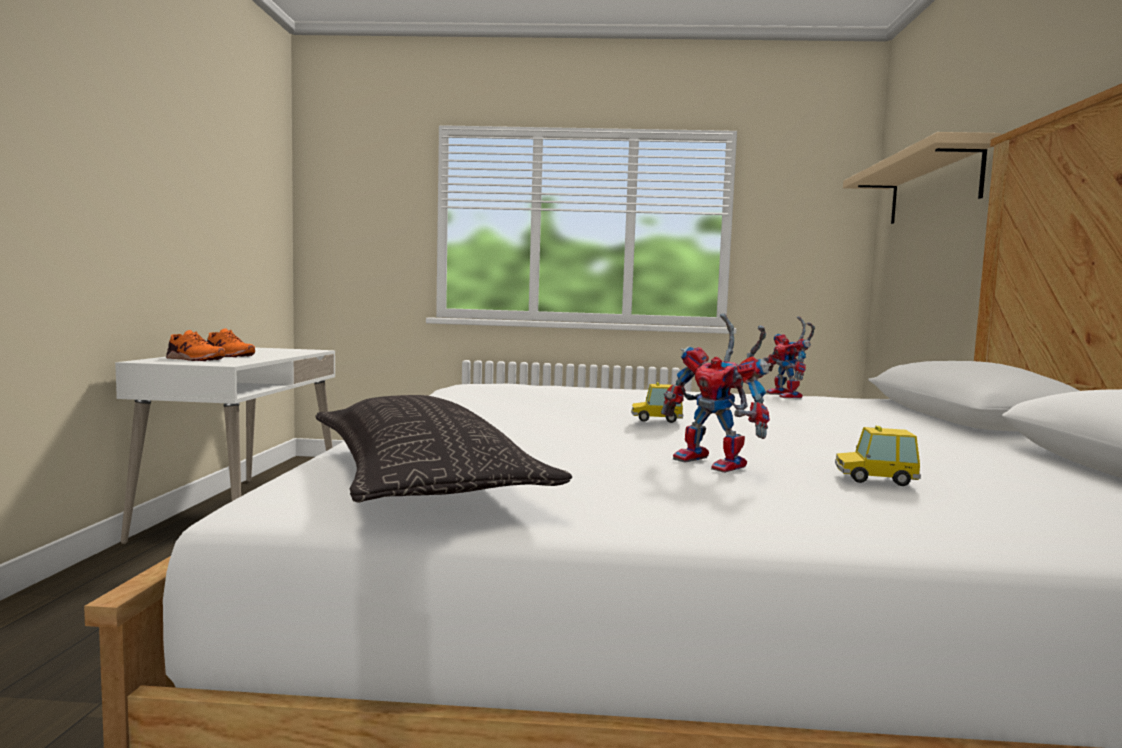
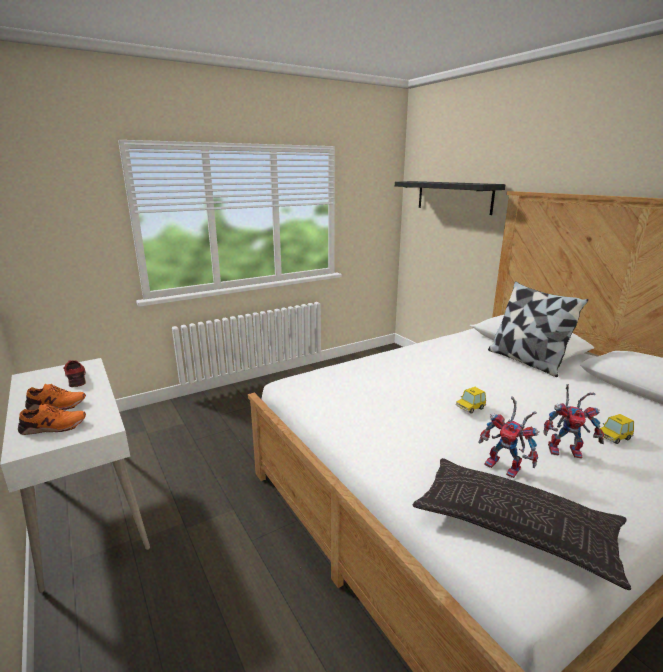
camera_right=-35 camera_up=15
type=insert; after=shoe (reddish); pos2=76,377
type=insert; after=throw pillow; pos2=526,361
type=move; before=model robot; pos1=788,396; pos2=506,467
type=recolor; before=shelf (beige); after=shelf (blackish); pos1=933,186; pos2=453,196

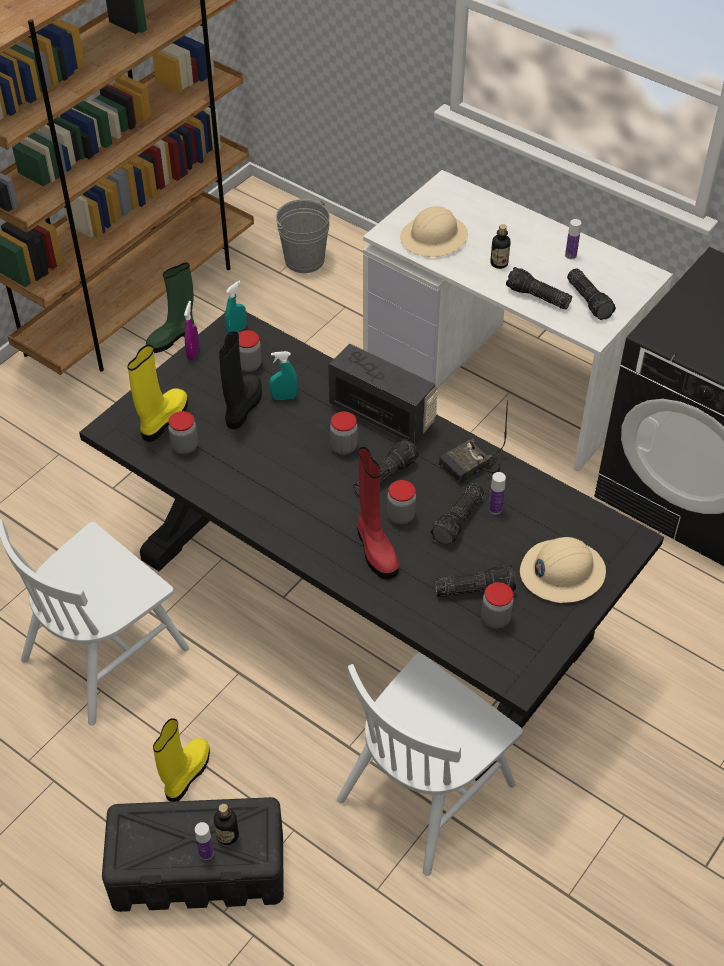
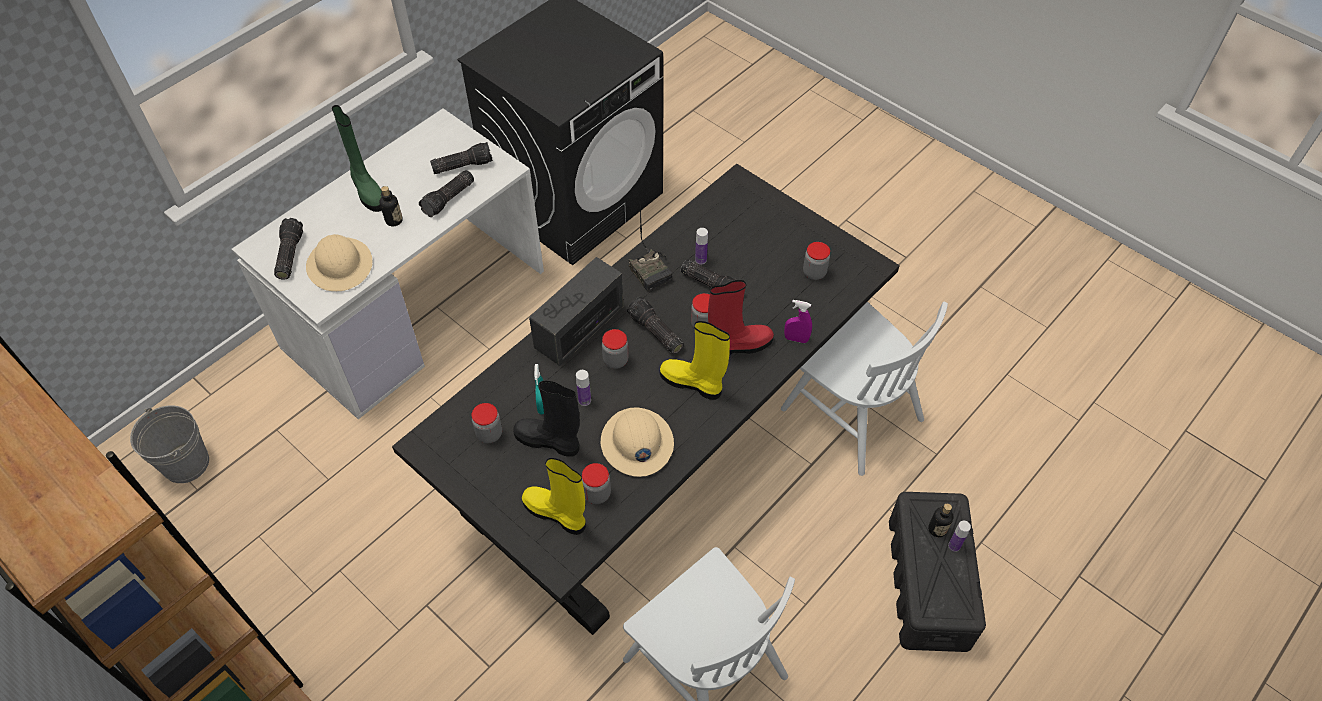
camera_right=-85 camera_up=5
type=delete; before=sprayer (turquoise-coloured); pos1=236,331
type=move; before=boot (green); pos1=172,338; pos2=367,191
type=move; before=boot (yellowish); pos1=186,774; pos2=693,383
type=move; before=sprayer (purple); pos1=193,352; pos2=796,339
type=move; before=torch; pos1=474,588; pos2=289,255
type=move; before=work helmet (beige); pos1=562,572; pos2=636,443
type=move; before=drink bottle; pos1=570,255; pos2=584,400

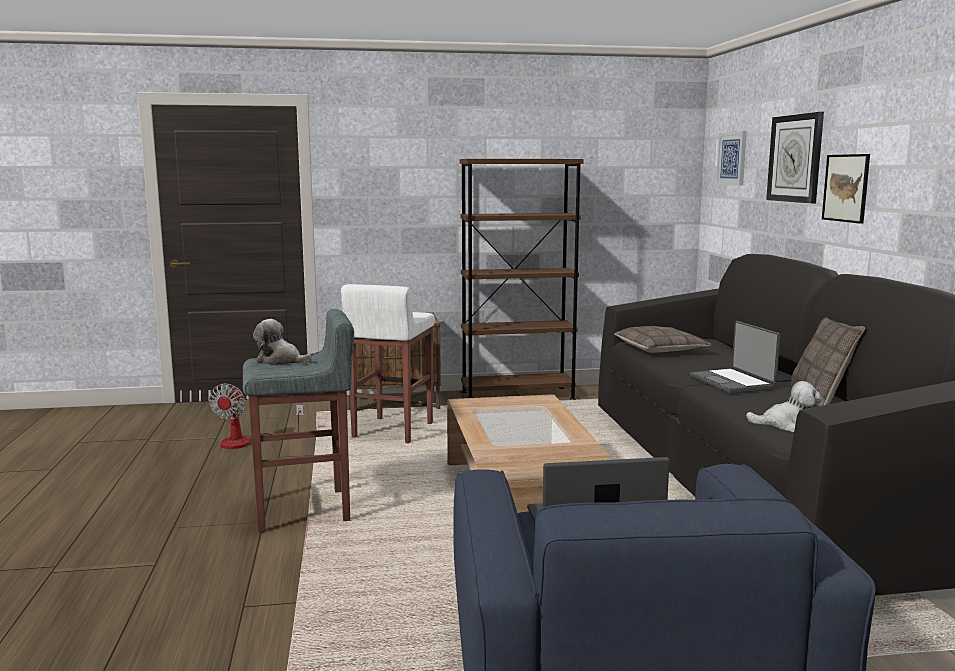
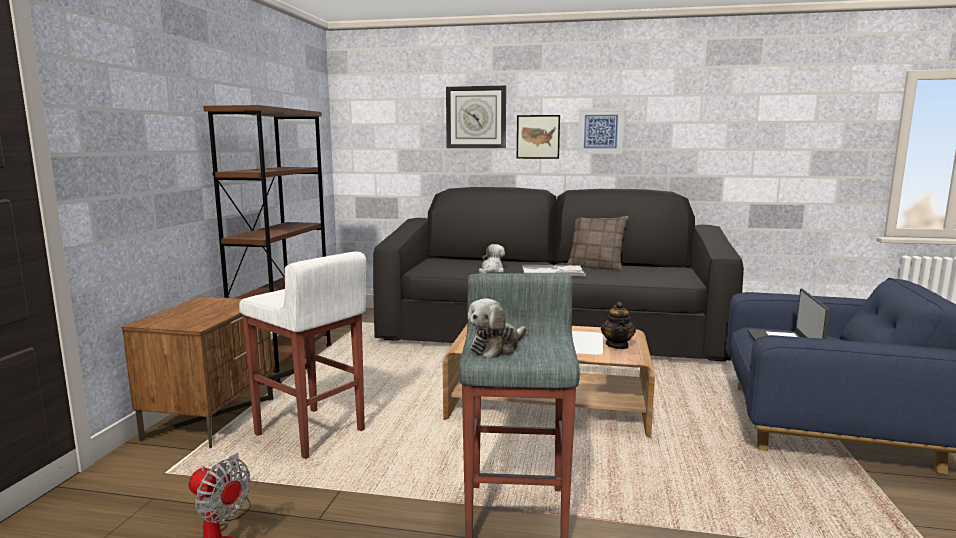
camera_right=-70 camera_up=0
type=delete; before=throw pillow; pos1=661,349
type=insert; after=tea pot; pos2=617,345
type=move; before=picture; pos1=732,158; pos2=600,131
type=move; before=soft toy; pos1=787,425; pos2=491,271
type=replace; before=portable computer; after=serving tray; pos1=733,382; pos2=553,272

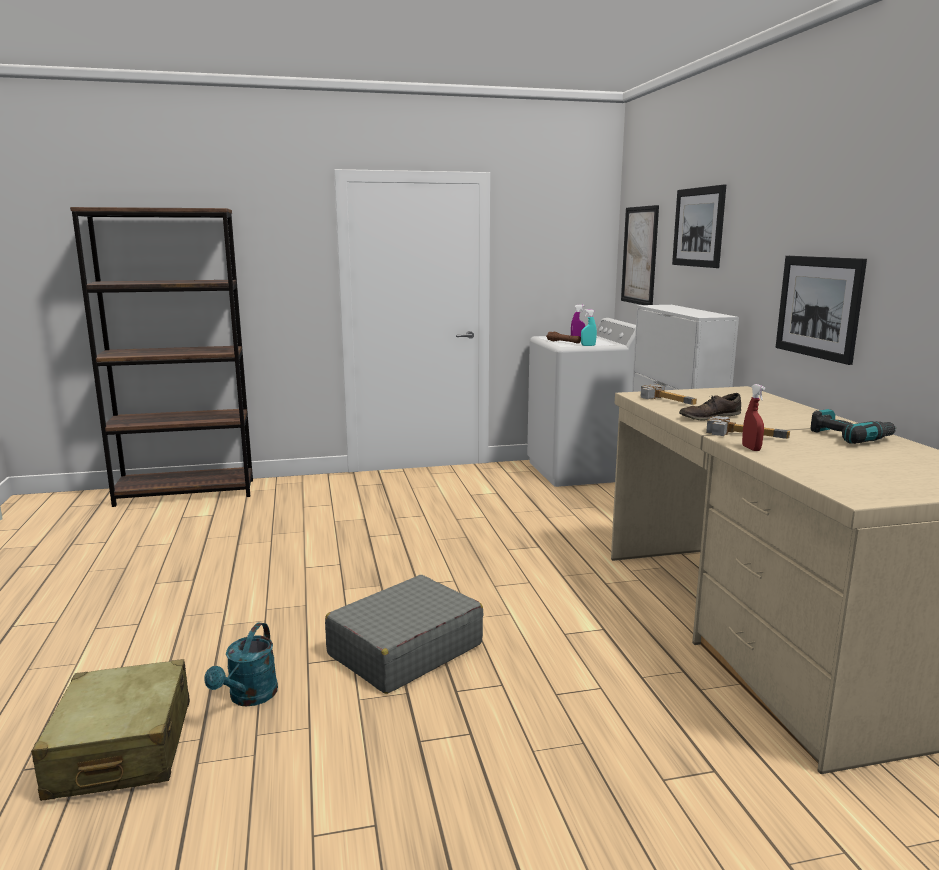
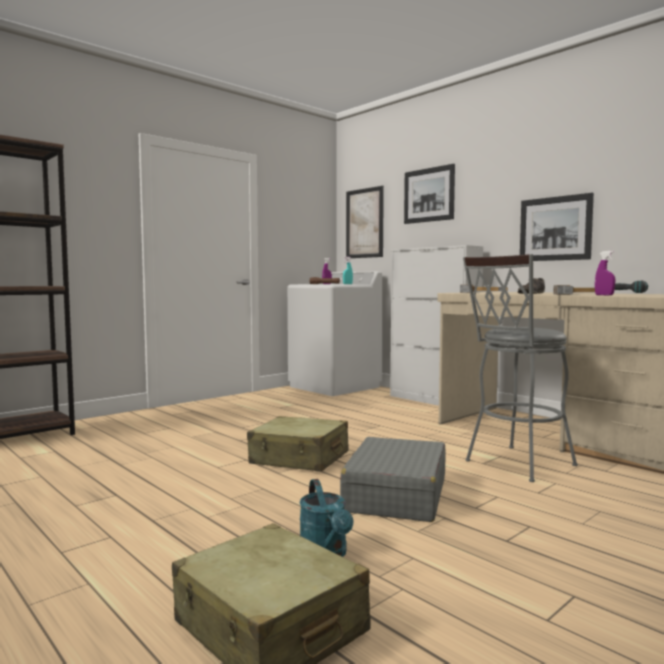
camera_right=-30 camera_up=-10
type=insert; after=suitcase (beige); pos2=299,458
type=insert; after=sitting stool (greyish); pos2=514,464
type=recolor; before=sprayer (reddish); after=sprayer (purple); pos1=751,448; pos2=604,295

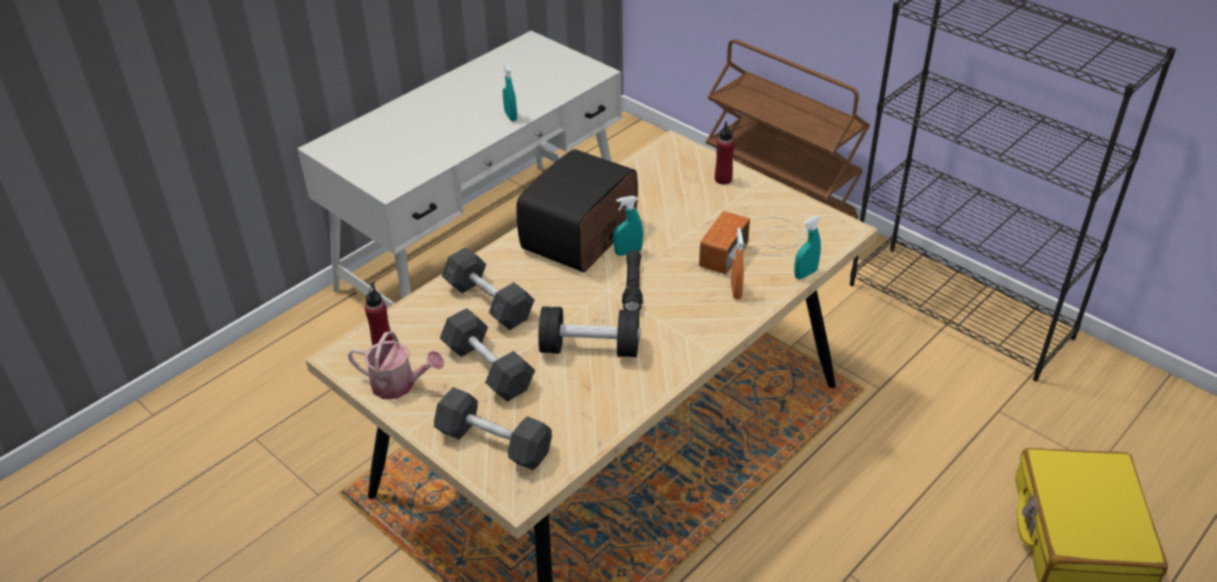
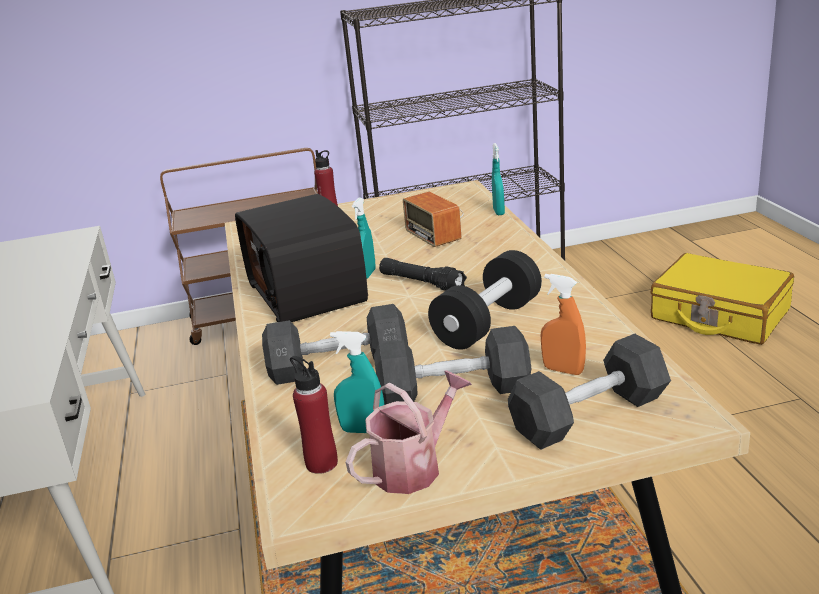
camera_right=-55 camera_up=-15
type=move; before=sprayer (turquoise-coloured); pos1=511,116; pos2=363,430
type=move; before=sprayer (orange-coloured); pos1=736,291; pos2=563,370

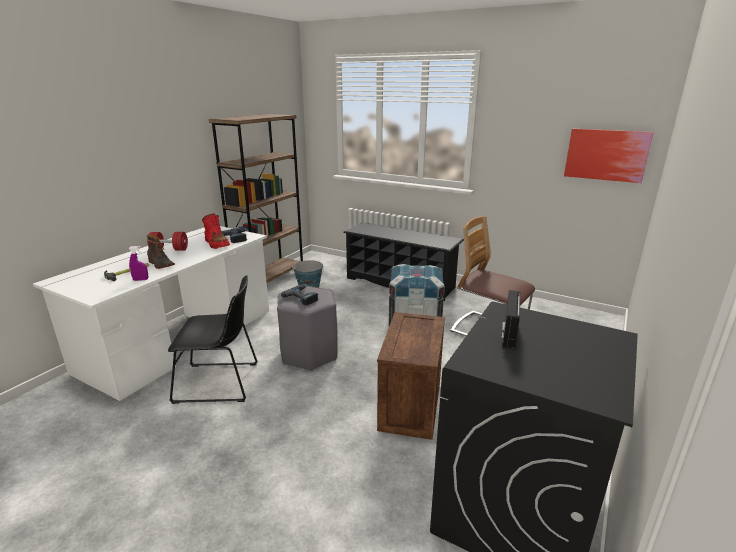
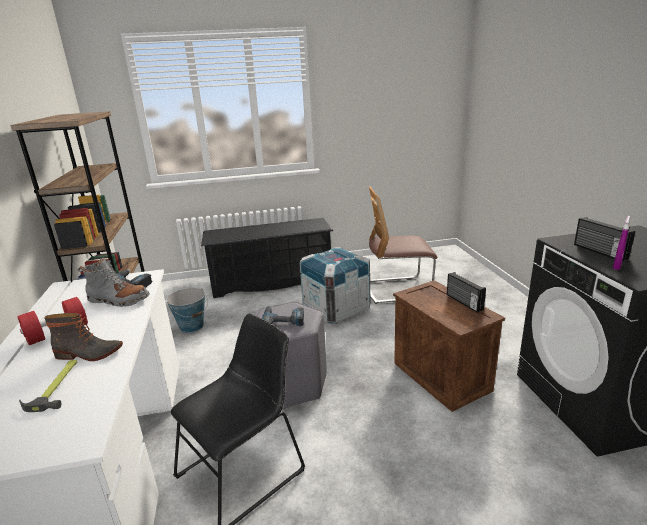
camera_right=-40 camera_up=0
type=delete; before=picture; pos1=606,155
type=insert; after=radio set; pos2=463,302
type=move; before=sprayer (purple); pos1=141,280; pos2=617,266
type=recolor; before=boot (reddish); after=boot (greyish); pos1=216,244; pos2=118,300

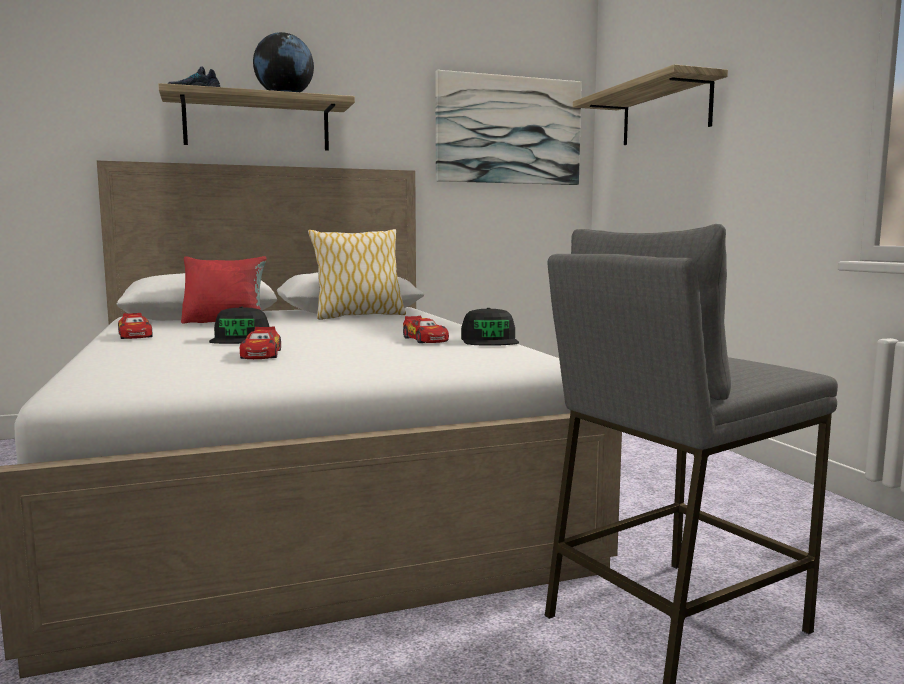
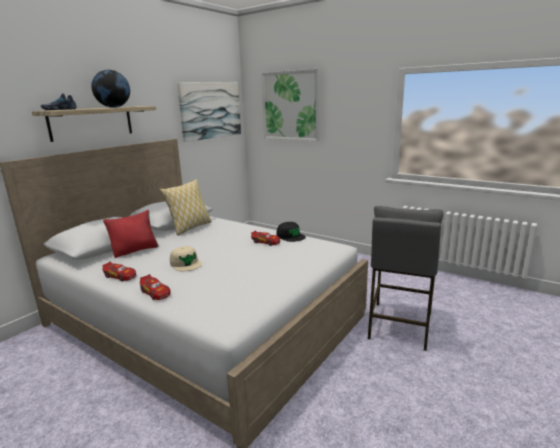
camera_right=-35 camera_up=10
type=move; before=miniature car; pos1=261,354; pos2=155,293
type=replace; before=shelf; after=picture; pos1=665,112; pos2=290,106
type=recolor; before=baseball cap (blackish); after=baseball cap (beige); pos1=240,339; pos2=186,263

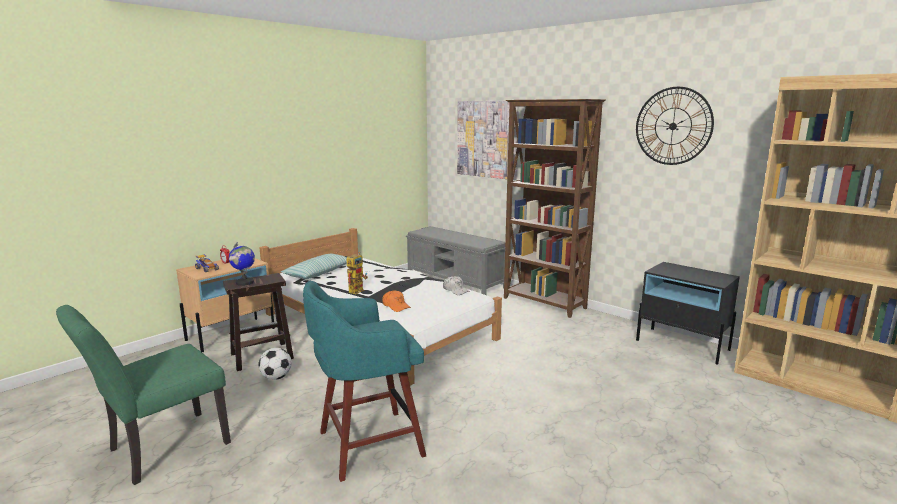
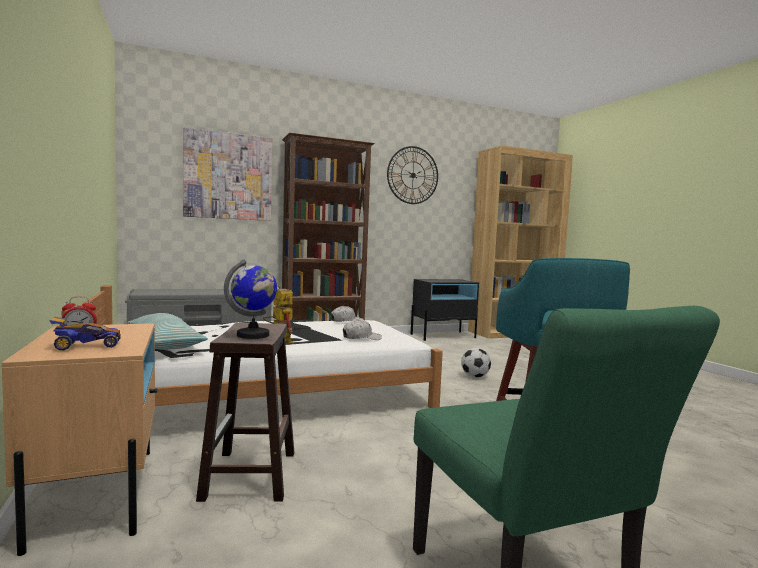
camera_right=-65 camera_up=-10
type=move; before=ball for football; pos1=276,377; pos2=475,376
type=recolor; before=baseball cap (orange-coloured); after=baseball cap (white-coloured); pos1=396,306; pos2=361,338

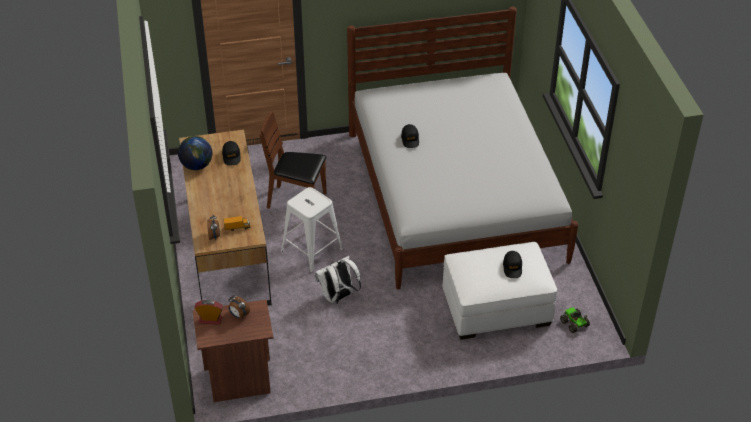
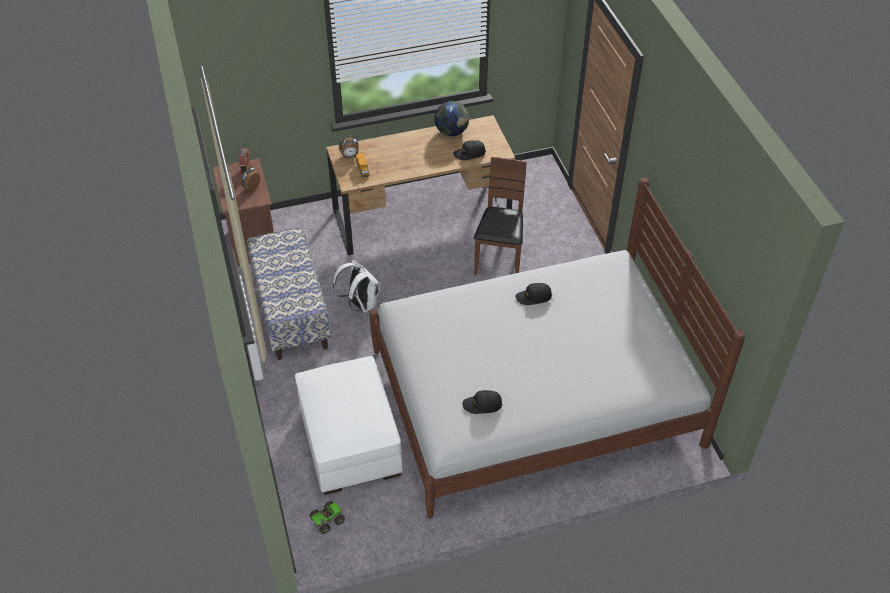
camera_right=85 camera_up=5
type=delete; before=sitting stool (white-coloured); pos1=311,250
type=insert; after=indoor bench; pos2=291,312
type=move; before=baseball cap (blackish); pos1=512,267; pos2=482,405

